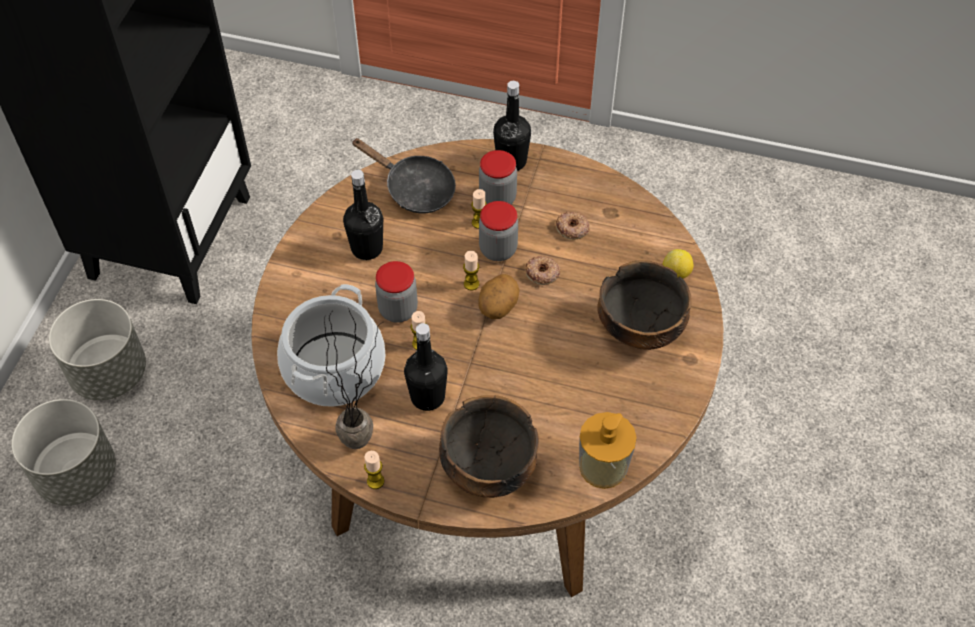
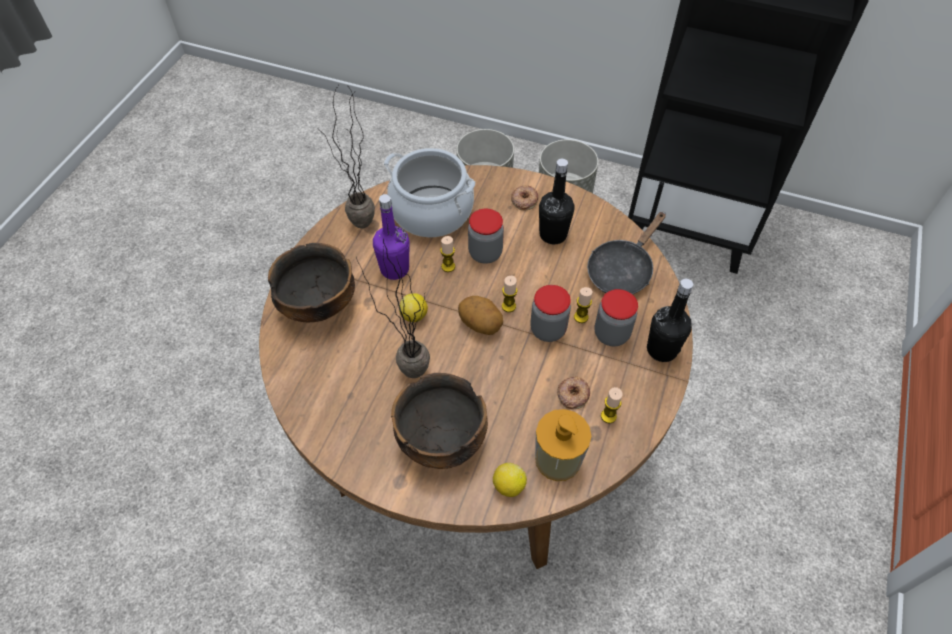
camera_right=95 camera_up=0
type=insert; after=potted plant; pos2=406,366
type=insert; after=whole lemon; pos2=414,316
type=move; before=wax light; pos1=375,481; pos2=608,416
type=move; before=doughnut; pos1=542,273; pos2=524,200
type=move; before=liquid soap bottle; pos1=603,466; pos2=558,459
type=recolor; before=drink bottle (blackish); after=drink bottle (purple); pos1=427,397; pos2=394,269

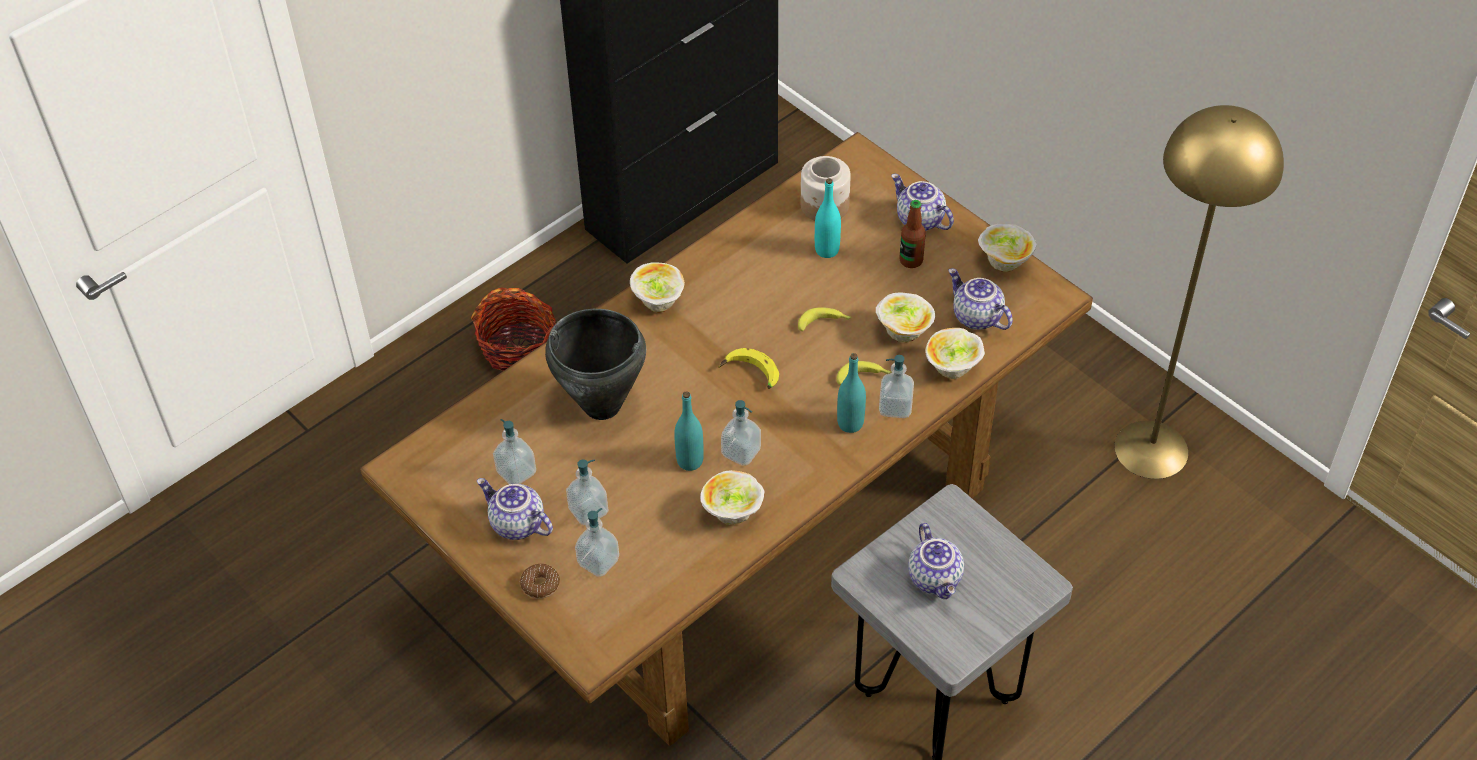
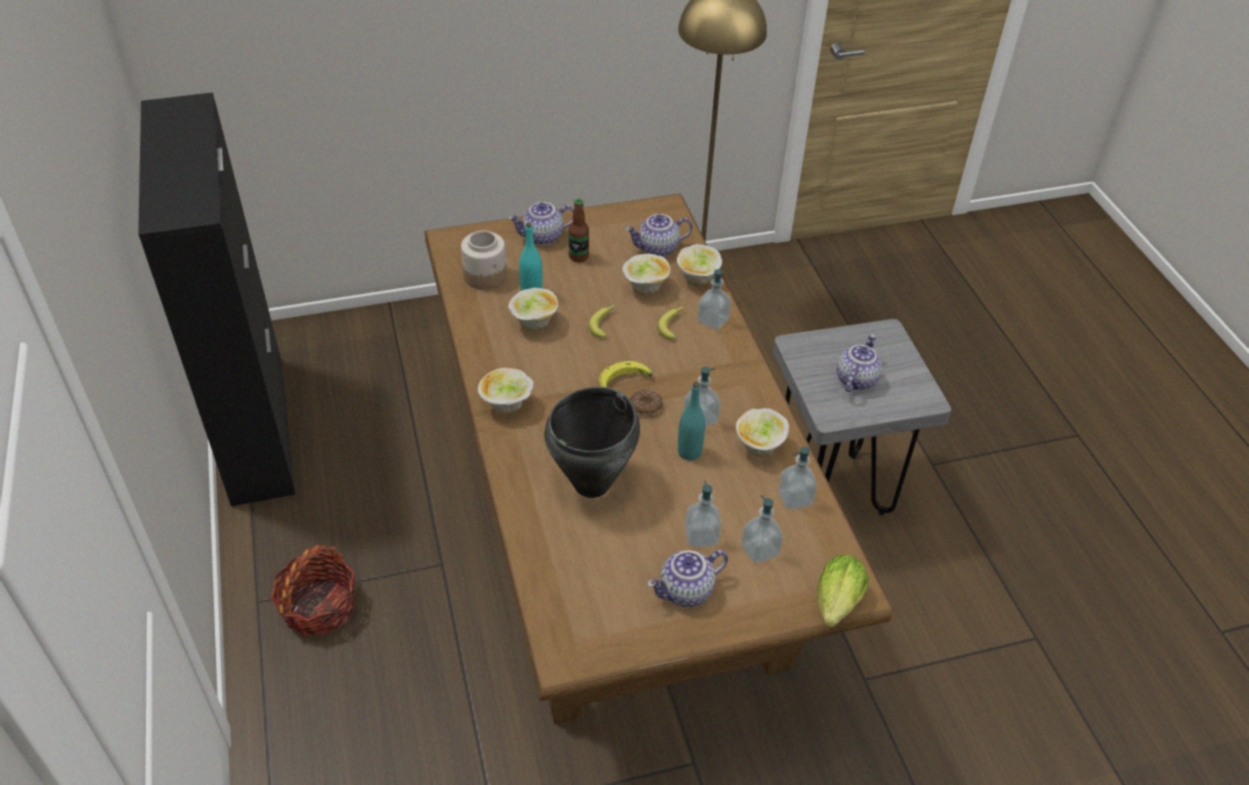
camera_right=-65 camera_up=-5
type=delete; before=drink bottle (turquoise-coloured); pos1=850,423
type=insert; after=head of lettuce; pos2=836,606
type=move; before=liquid soap bottle; pos1=516,472; pos2=795,498
type=move; before=doughnut; pos1=540,585; pos2=646,406
type=move; before=serving bowl; pos1=1004,262; pos2=533,323
type=rotate; before=tea pot; pos1=936,578; pos2=855,379; turn=-75

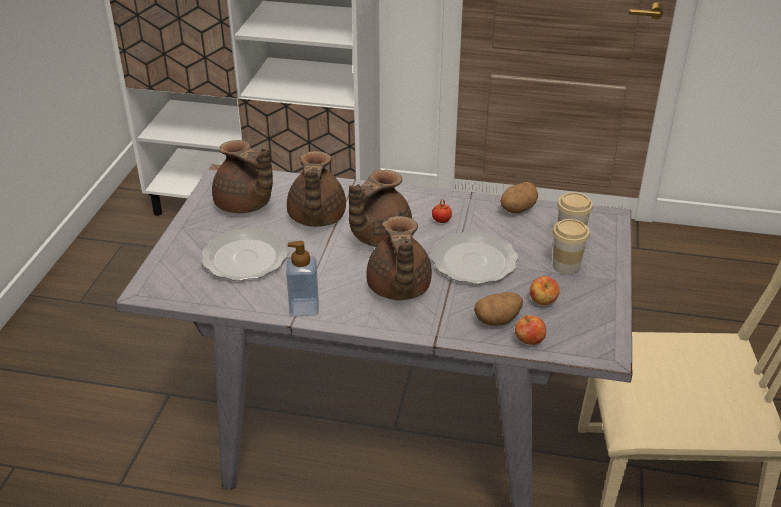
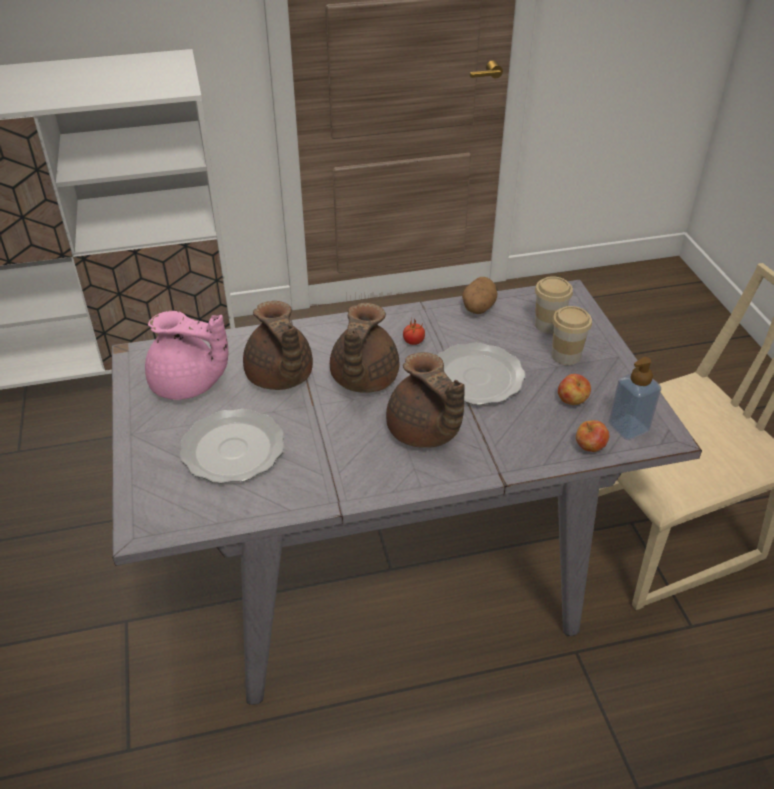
camera_right=-25 camera_up=5
type=delete; before=potato; pos1=497,320
type=move; before=liquid soap bottle; pos1=304,308; pos2=628,428
type=recolor; before=tea pot (brownish); after=tea pot (pinkish); pos1=245,205; pos2=188,385

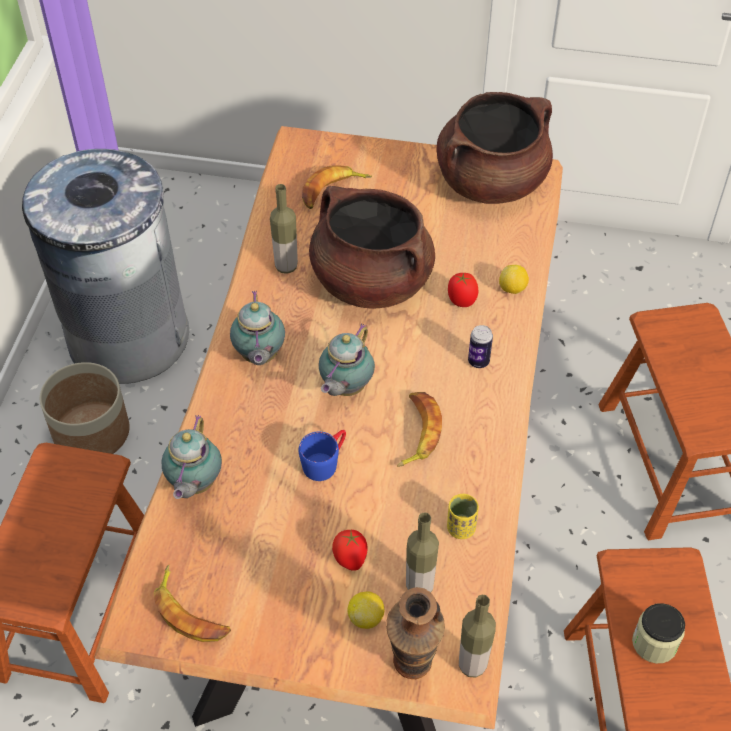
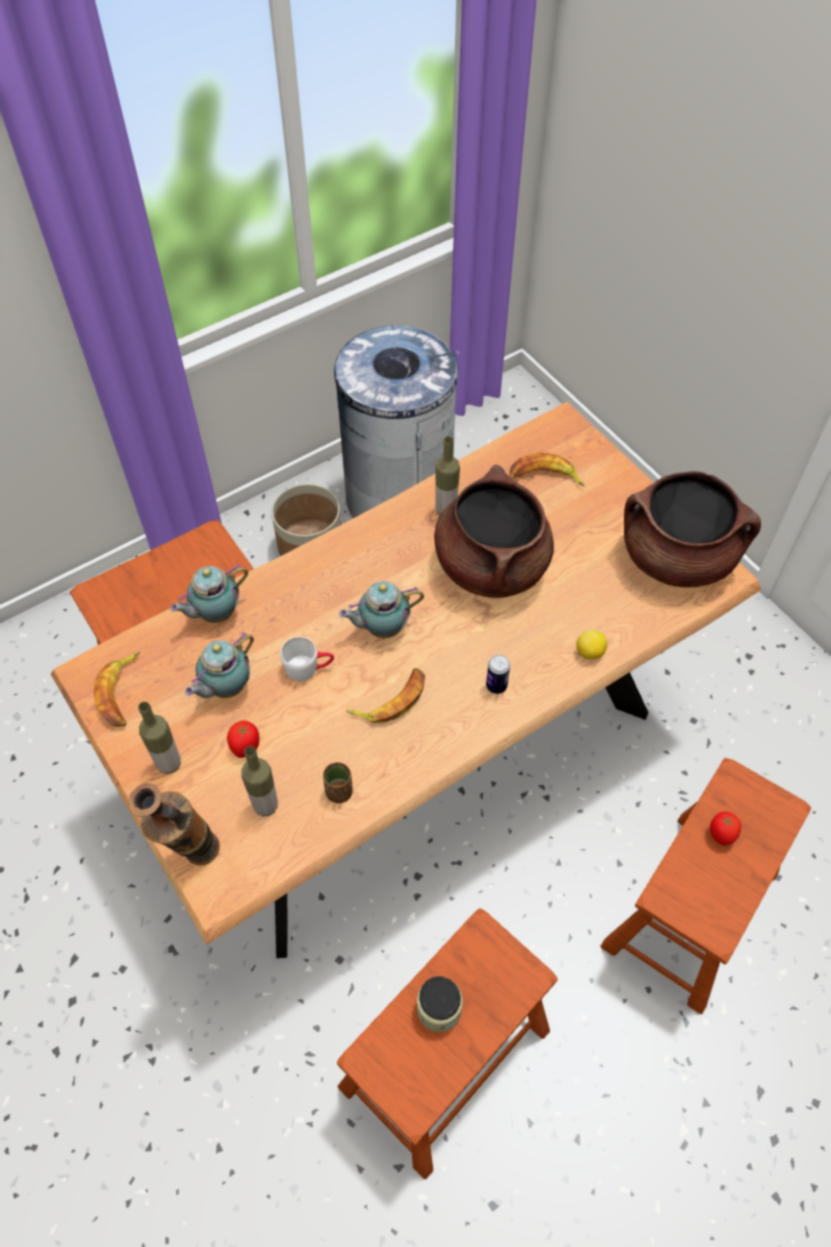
camera_right=45 camera_up=5
type=delete; before=whole lemon; pos1=366,617
type=move; before=tea pot; pos1=259,357; pos2=225,688
type=move; before=fresh tomato; pos1=461,301; pos2=721,834
type=move; before=drink bottle; pos1=472,665; pos2=169,764
type=recolor; before=coffee mug (blue-coloured); after=coffee mug (white-coloured); pos1=325,461; pos2=309,668
type=recolor; before=small cup (yellowish); after=small cup (brownish); pos1=461,528; pos2=339,792

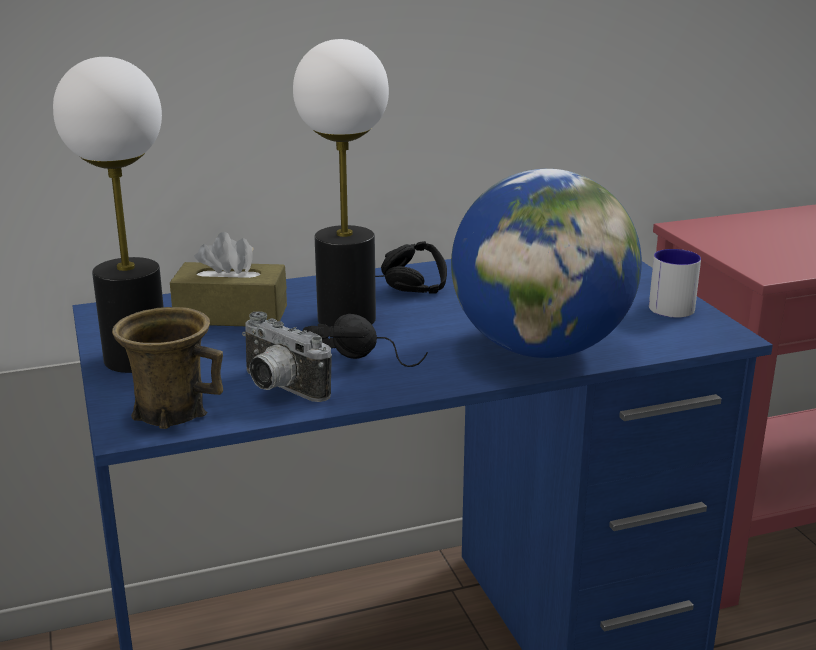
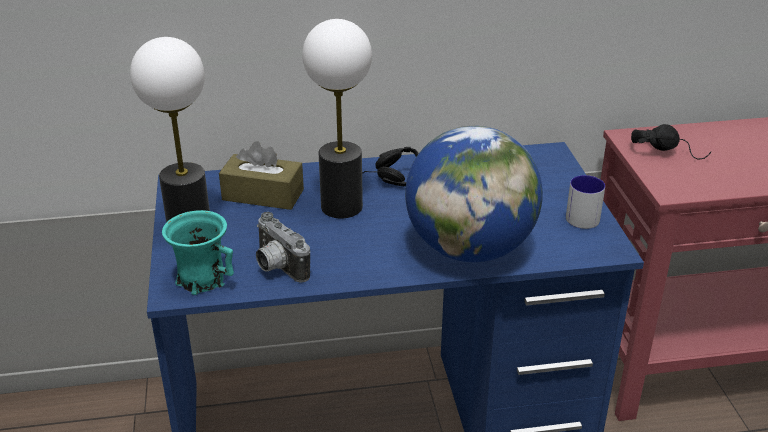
camera_right=10 camera_up=10
type=move; before=headset (blackish); pos1=364,359; pos2=667,151
type=recolor; before=coffee mug (brownish); after=coffee mug (turquoise-coloured); pos1=171,410; pos2=202,279

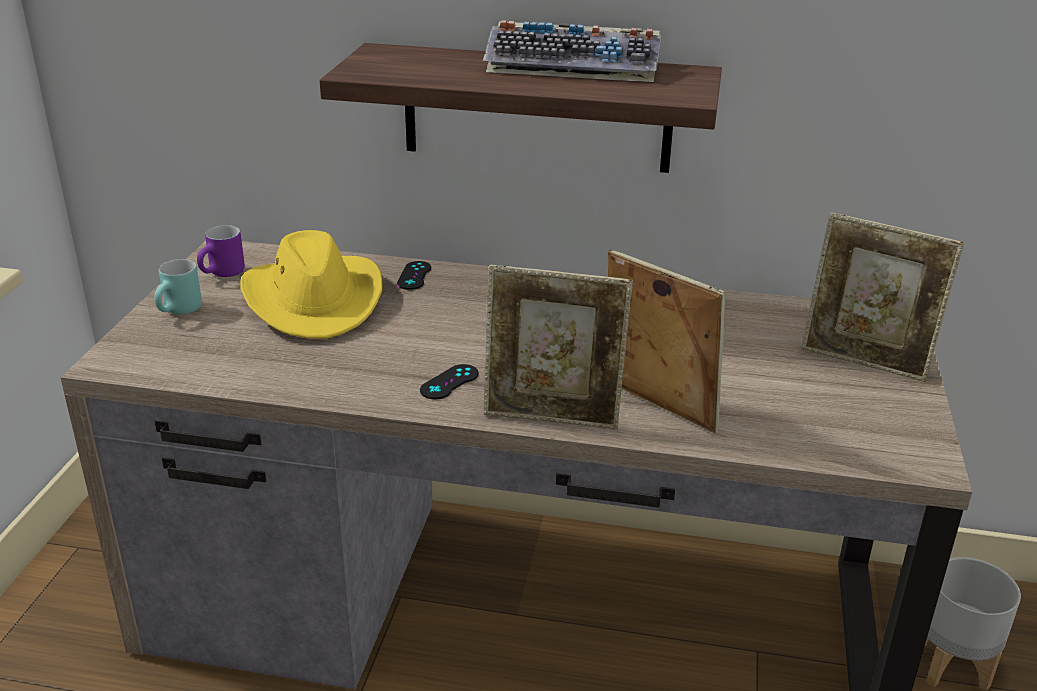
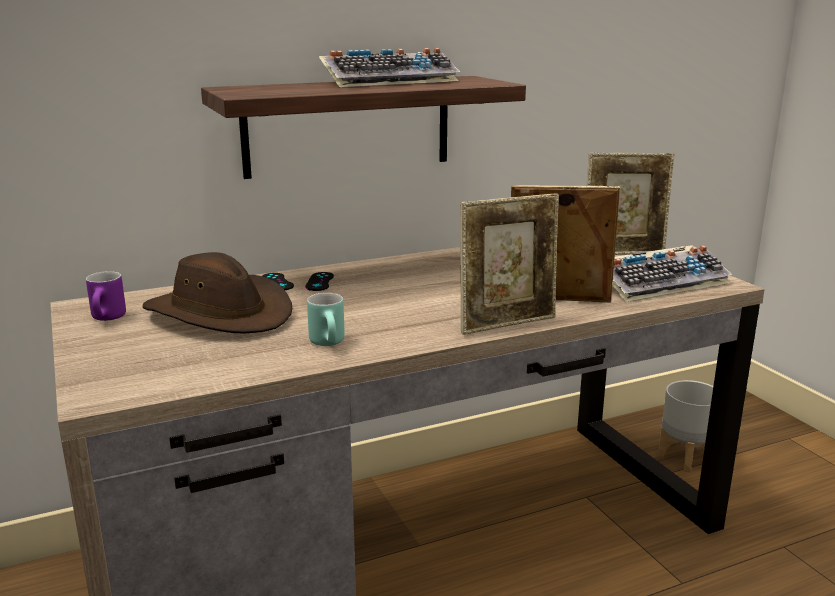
camera_right=-35 camera_up=-10
type=insert; after=computer keyboard; pos2=660,283
type=move; before=coffee mug (turquoise-coloured); pos1=181,312; pos2=331,344
type=move; before=gamepad (blackish); pos1=449,382; pos2=319,282
type=recolor; before=wearable hat (yellowish); after=wearable hat (brownish); pos1=315,300; pos2=221,313

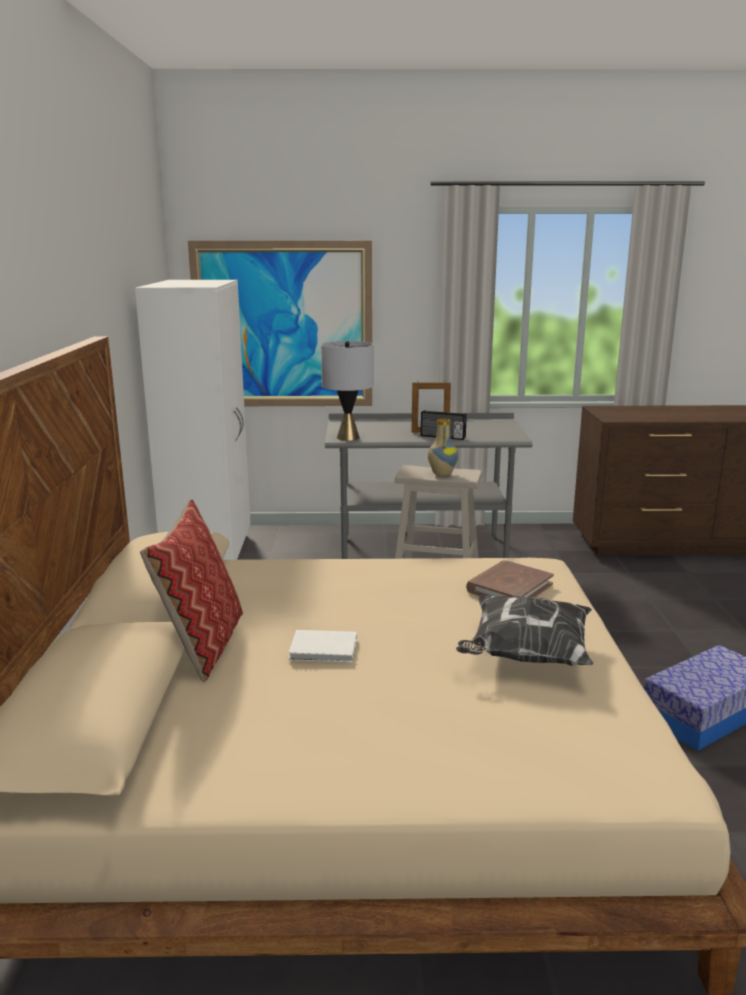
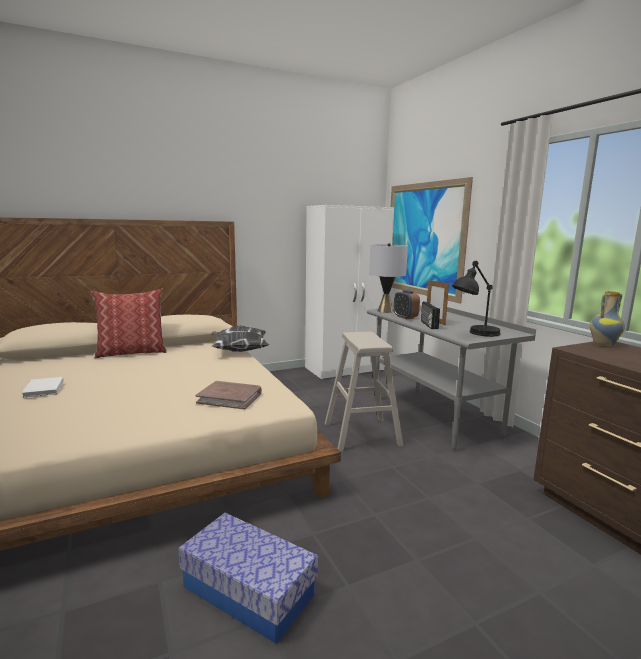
camera_right=65 camera_up=-5
type=insert; after=alarm clock; pos2=405,317
type=insert; after=table lamp (blackish); pos2=474,334
type=move; before=volume (white-coloured); pos1=325,649; pos2=42,389
type=move; before=vase; pos1=441,474; pos2=603,344
type=move; before=throw pillow; pos1=525,655; pos2=239,351

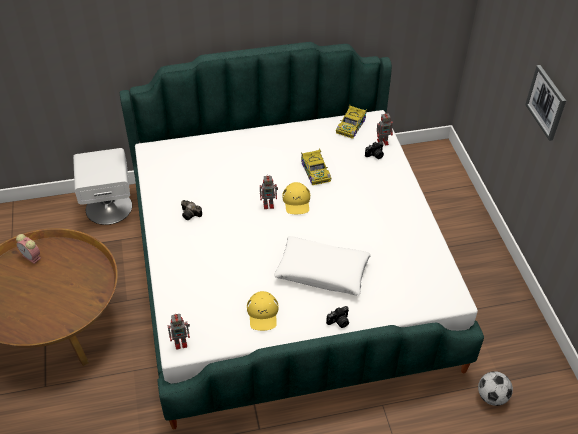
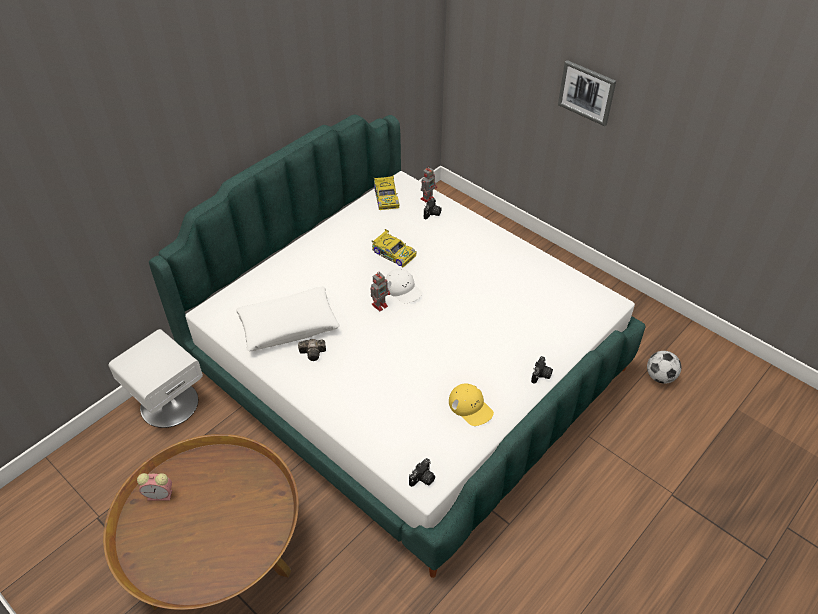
camera_right=-35 camera_up=0
type=move; before=throw pillow (white-coloured); pos1=322,271; pos2=288,325
type=replace; before=model robot; after=photo camera; pos1=181,342; pos2=423,479
type=recolor; before=baseball cap (yellowish); after=baseball cap (white-coloured); pos1=296,201; pos2=403,289

